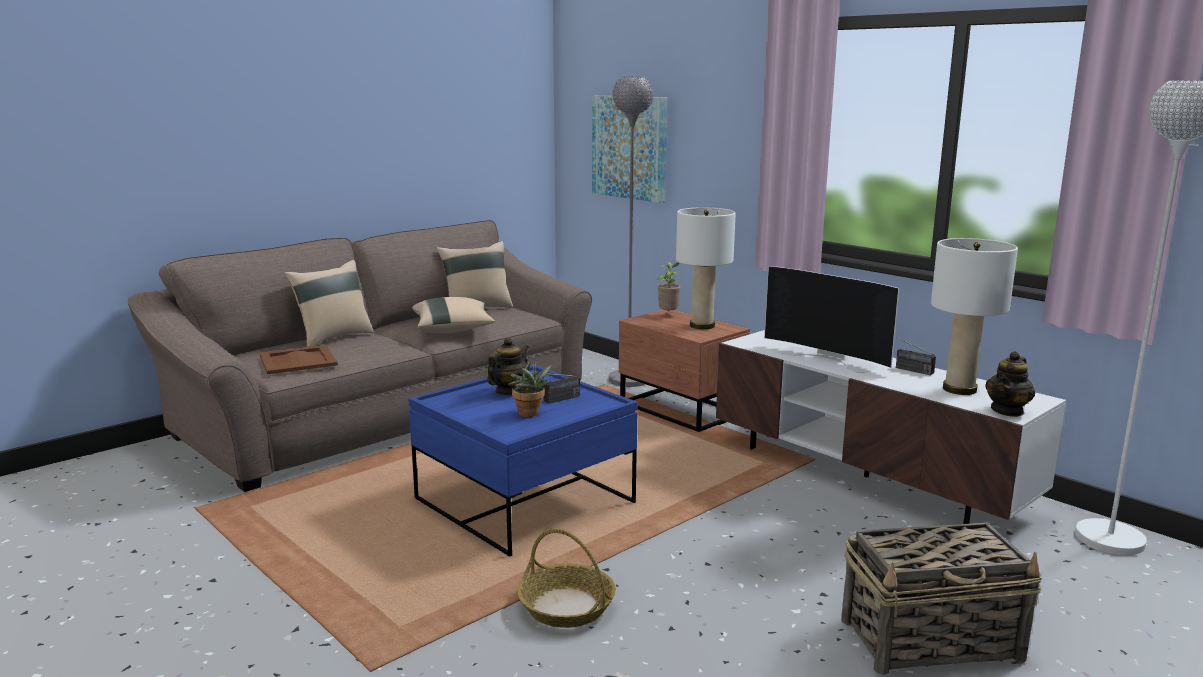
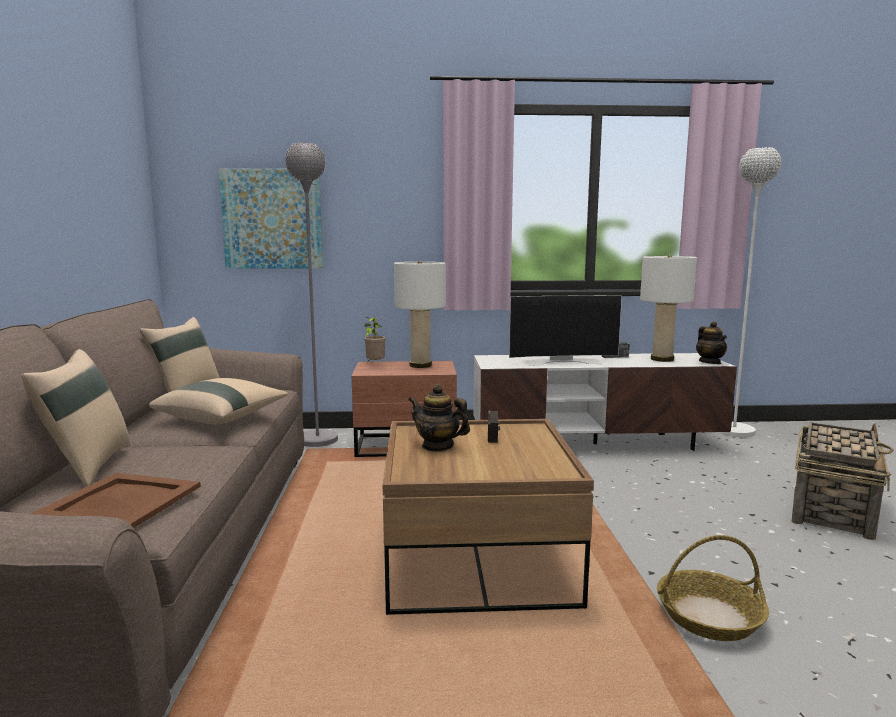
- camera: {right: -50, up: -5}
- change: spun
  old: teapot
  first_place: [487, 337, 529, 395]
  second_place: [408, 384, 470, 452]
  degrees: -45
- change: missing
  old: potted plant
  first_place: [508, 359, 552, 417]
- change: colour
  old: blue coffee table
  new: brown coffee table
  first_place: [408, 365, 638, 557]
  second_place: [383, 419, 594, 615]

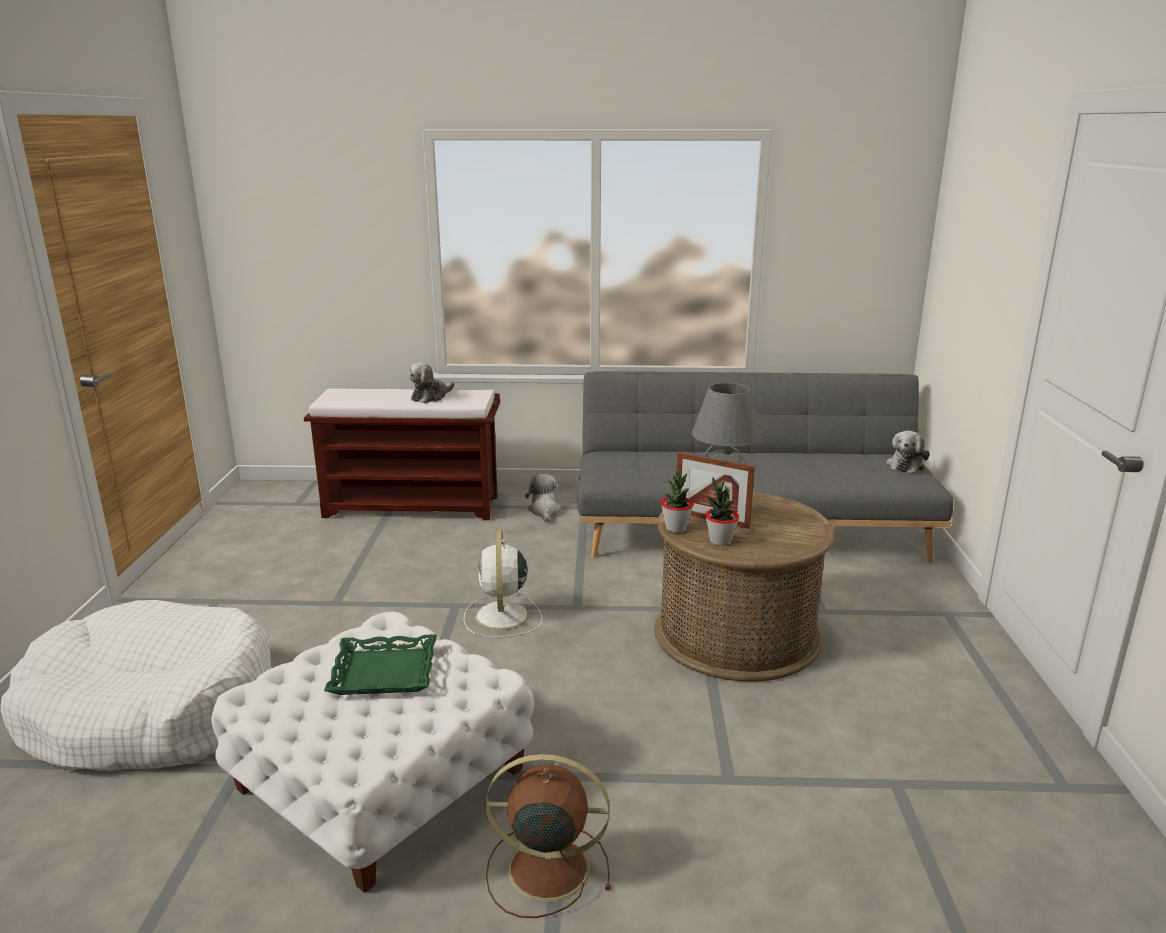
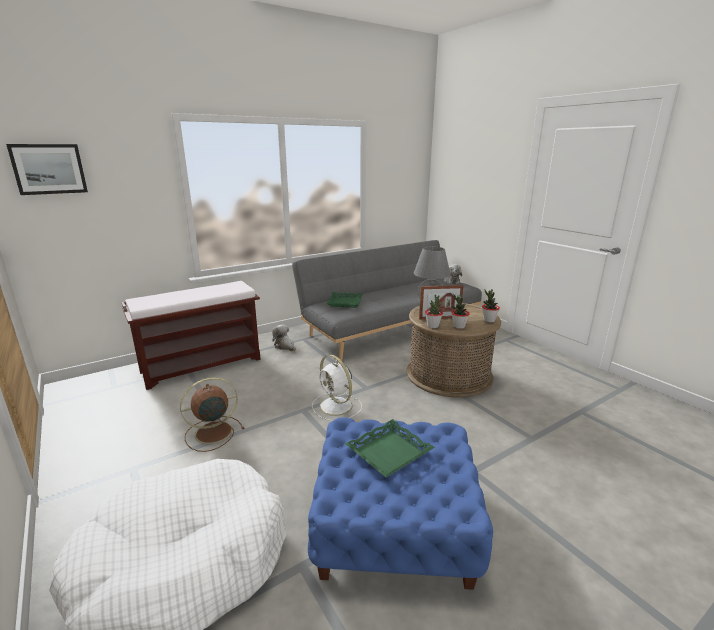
- camera: {right: -35, up: 0}
- change: missing
  old: plush toy
  first_place: [408, 362, 454, 403]
- change: colour
  old: white ottoman
  new: blue ottoman
  first_place: [211, 612, 534, 893]
  second_place: [308, 417, 493, 590]
- change: relocated
  old: brown fan
  first_place: [486, 754, 611, 918]
  second_place: [180, 377, 244, 452]
- change: appeared
  new: picture
  second_place: [6, 144, 88, 195]
- change: appeared
  new: potted plant
  second_place: [482, 289, 500, 323]
- change: appeared
  new: green tray
  second_place: [327, 292, 363, 308]

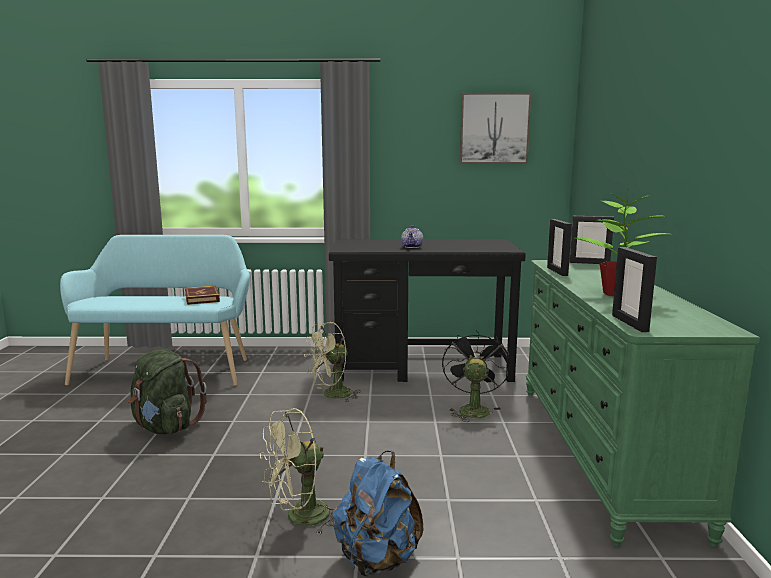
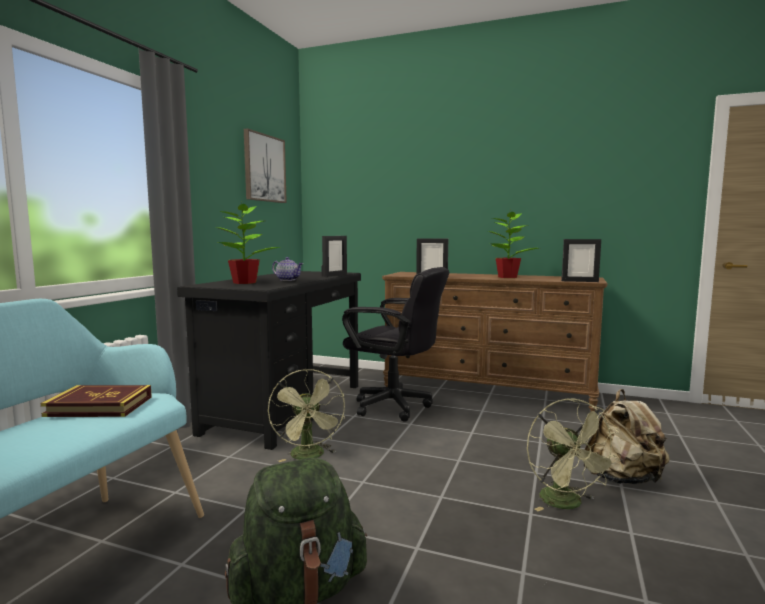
- camera: {right: -70, up: -5}
- change: relocated
  old: picture frame
  first_place: [569, 216, 614, 264]
  second_place: [321, 236, 347, 277]
- change: colour
  old: green dresser
  new: brown dresser
  first_place: [526, 260, 760, 547]
  second_place: [382, 272, 607, 412]
- change: exchanged
  old: black fan
  new: black office chair
  first_place: [442, 330, 511, 422]
  second_place: [342, 267, 449, 422]
- change: colour
  old: blue backpack
  new: beige backpack
  first_place: [333, 451, 423, 577]
  second_place: [584, 389, 670, 484]
- change: appeared
  new: potted plant
  second_place: [215, 203, 280, 284]

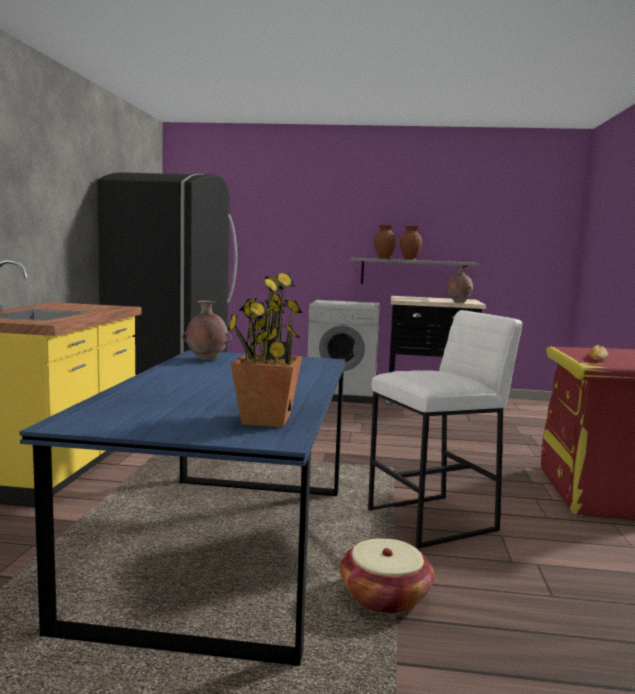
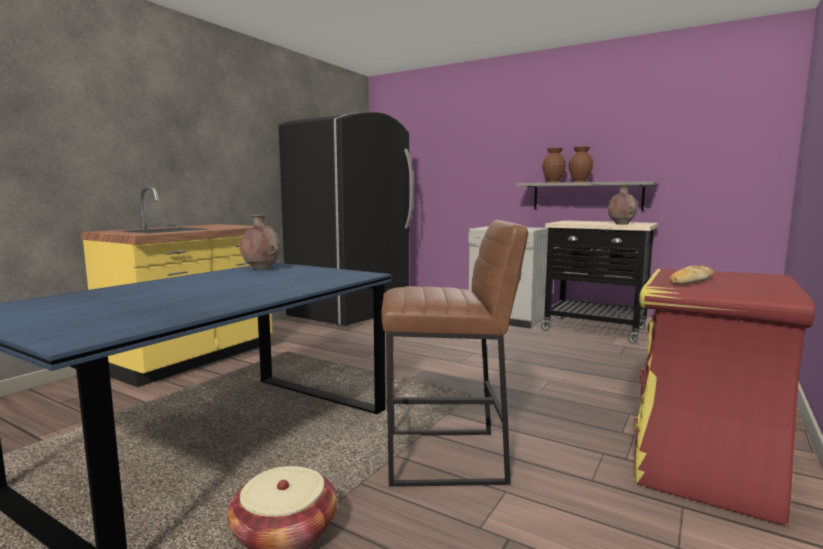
- camera: {right: 25, up: 0}
- change: missing
  old: potted plant
  first_place: [227, 273, 302, 427]
- change: colour
  old: white stool
  new: brown stool
  first_place: [368, 310, 522, 549]
  second_place: [381, 220, 528, 487]

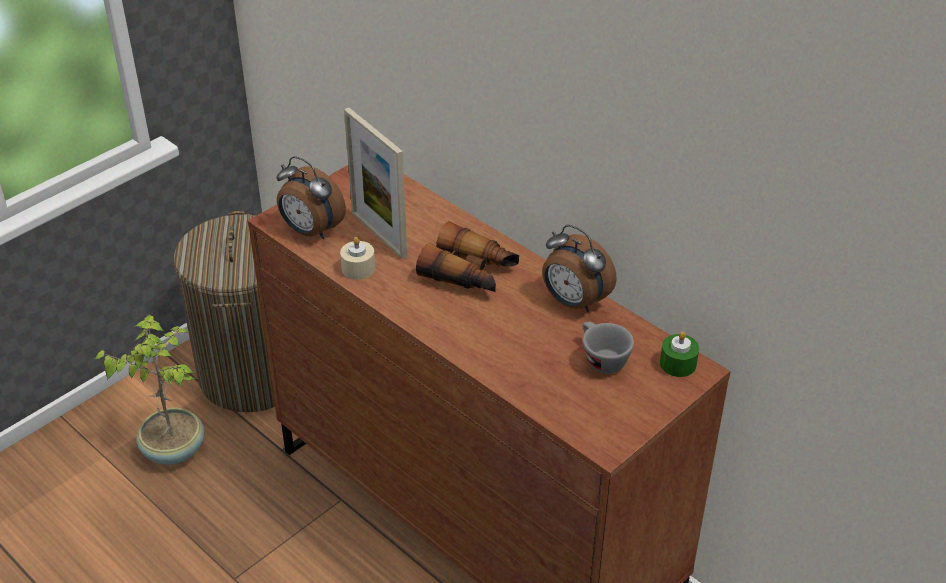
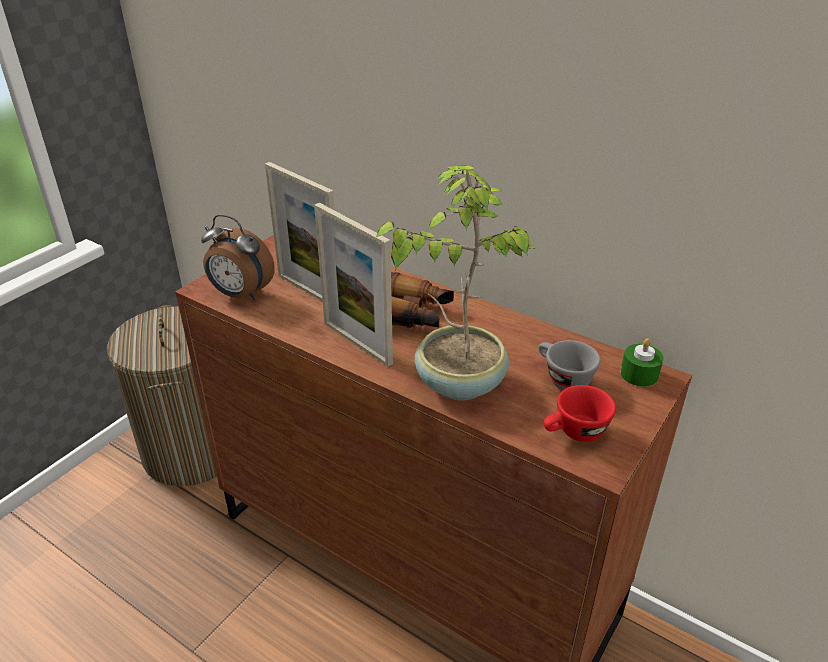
- camera: {right: -10, up: -5}
- change: missing
  old: alarm clock
  first_place: [542, 225, 617, 312]
- change: missing
  old: beige candle
  first_place: [340, 237, 375, 280]
- change: relocated
  old: potted plant
  first_place: [95, 315, 204, 464]
  second_place: [375, 165, 537, 400]
- change: appeared
  new: picture frame
  second_place: [314, 203, 393, 367]
- change: appeared
  new: red cup
  second_place: [543, 385, 616, 442]

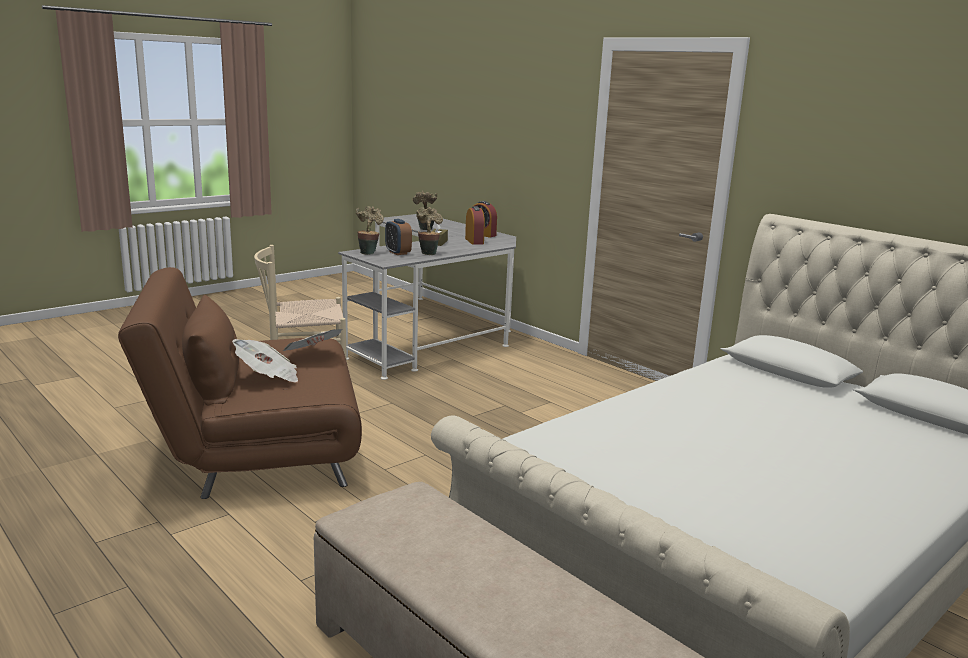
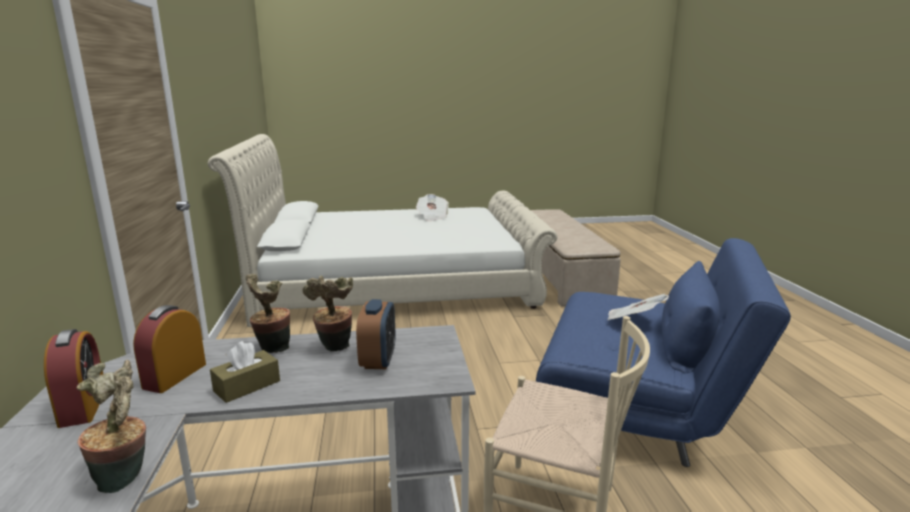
- camera: {right: -145, up: 0}
- change: relocated
  old: potted plant
  first_place: [356, 206, 384, 255]
  second_place: [246, 274, 290, 353]
- change: colour
  old: brown armchair
  new: blue armchair
  first_place: [118, 267, 362, 499]
  second_place: [536, 238, 791, 467]
- change: relocated
  old: newspaper
  first_place: [283, 329, 342, 351]
  second_place: [416, 194, 449, 221]

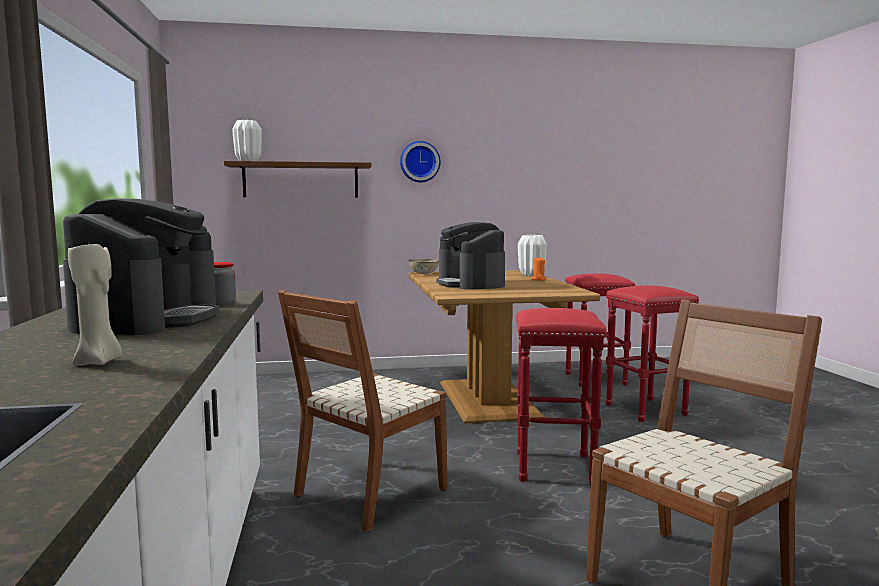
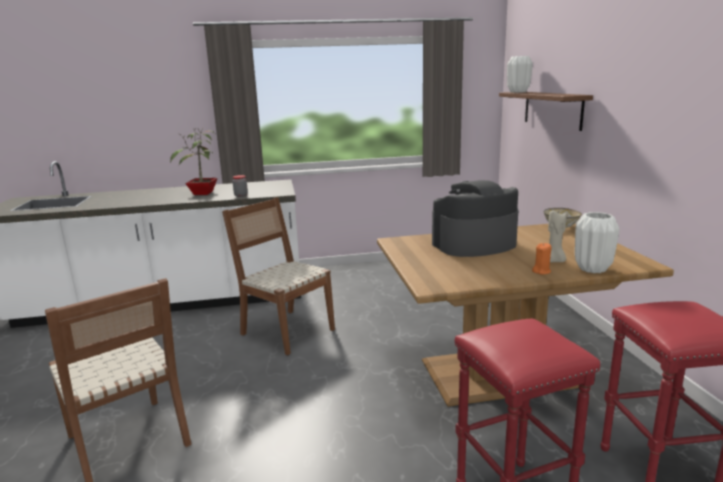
- camera: {right: 90, up: 10}
- change: missing
  old: wall clock
  first_place: [400, 141, 441, 183]
- change: exchanged
  old: coffee machine
  new: potted plant
  first_place: [63, 198, 219, 335]
  second_place: [170, 129, 217, 195]
- change: relocated
  old: beige candle
  first_place: [68, 242, 123, 366]
  second_place: [548, 209, 567, 263]
- change: missing
  old: red stool
  first_place: [516, 308, 607, 484]

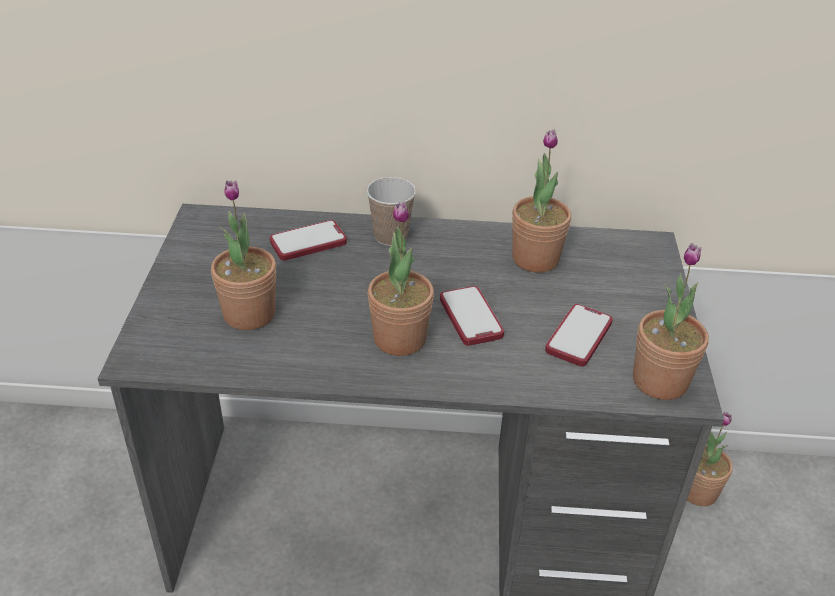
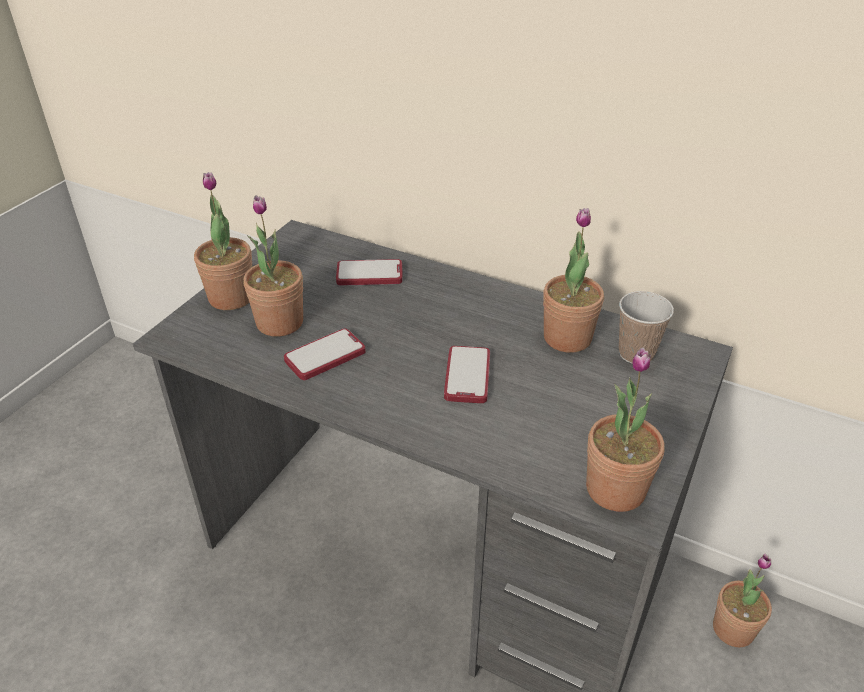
- camera: {right: 25, up: 0}
- change: relocated
  old: cup
  first_place: [366, 177, 416, 246]
  second_place: [619, 291, 674, 364]
- change: relocated
  old: potted plant
  first_place: [368, 201, 434, 356]
  second_place: [194, 172, 252, 310]
- change: relocated
  old: phone
  first_place: [545, 304, 613, 366]
  second_place: [284, 329, 366, 380]

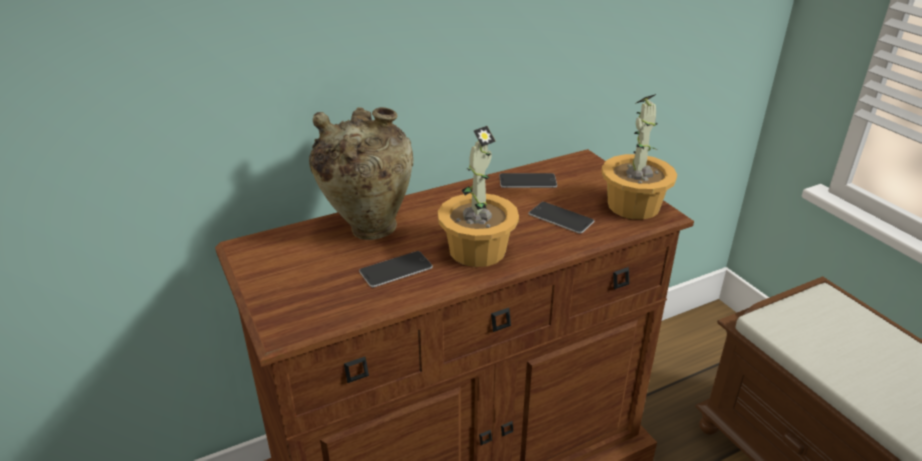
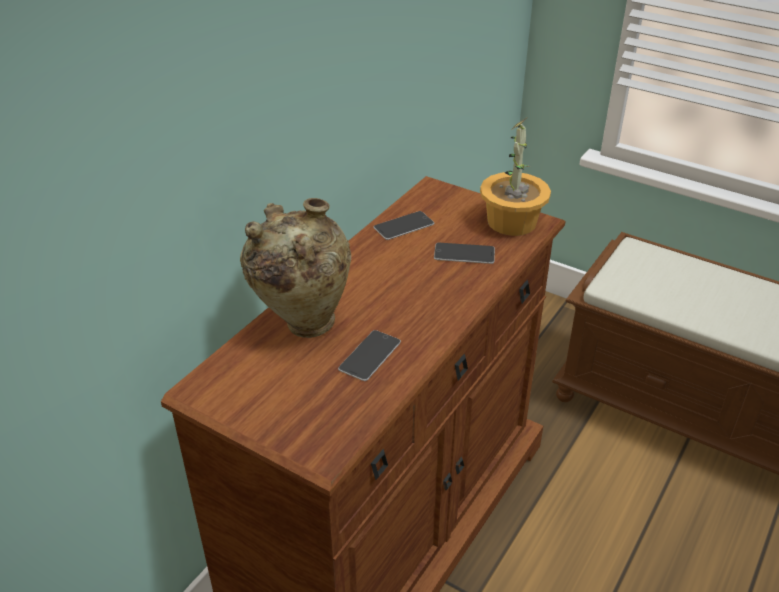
- camera: {right: -30, up: 5}
- change: missing
  old: potted plant
  first_place: [438, 126, 519, 267]

